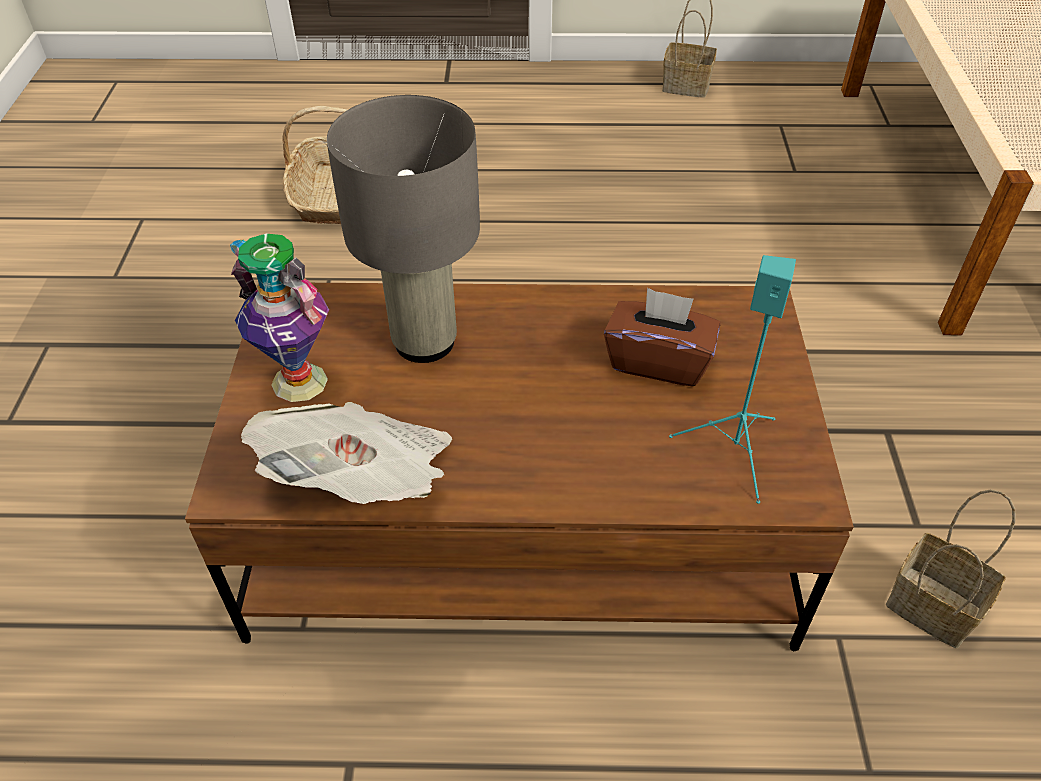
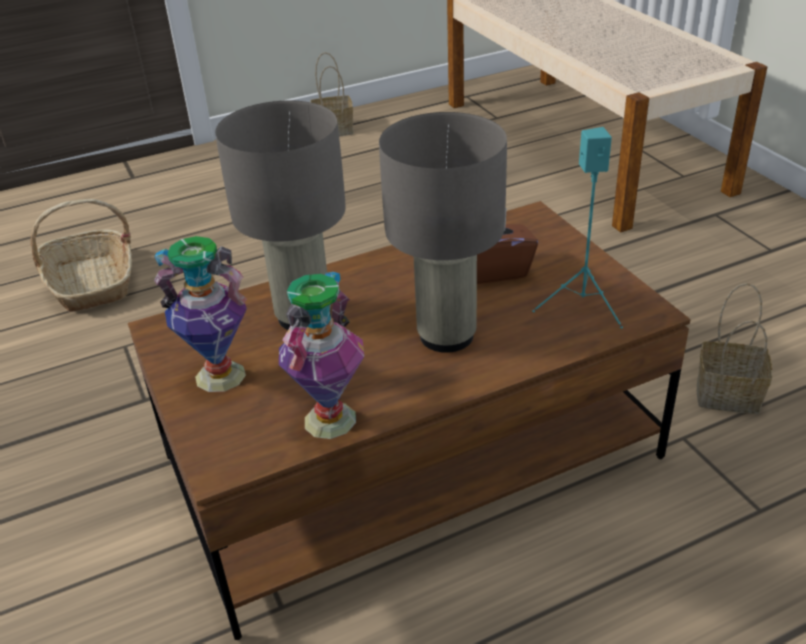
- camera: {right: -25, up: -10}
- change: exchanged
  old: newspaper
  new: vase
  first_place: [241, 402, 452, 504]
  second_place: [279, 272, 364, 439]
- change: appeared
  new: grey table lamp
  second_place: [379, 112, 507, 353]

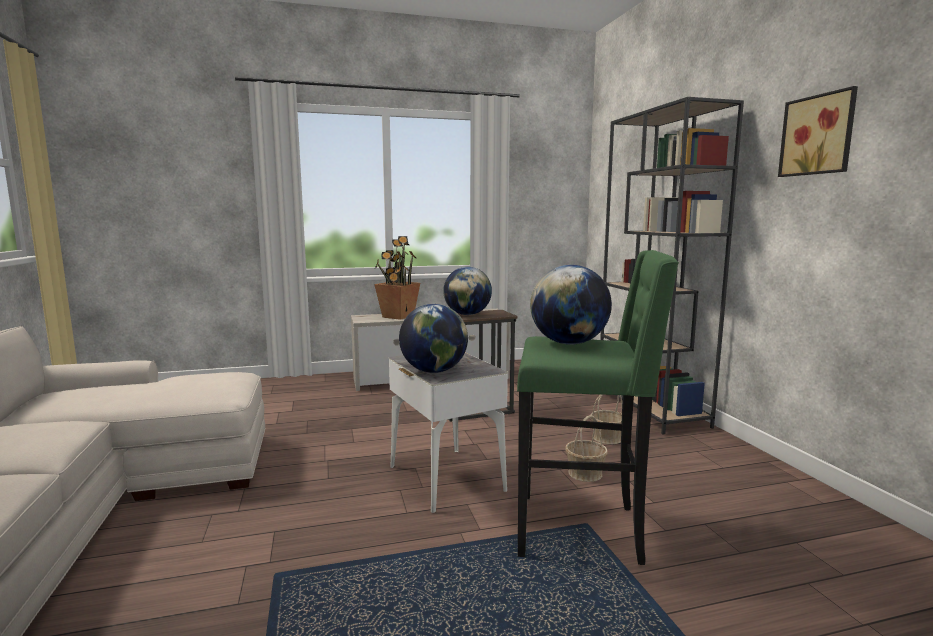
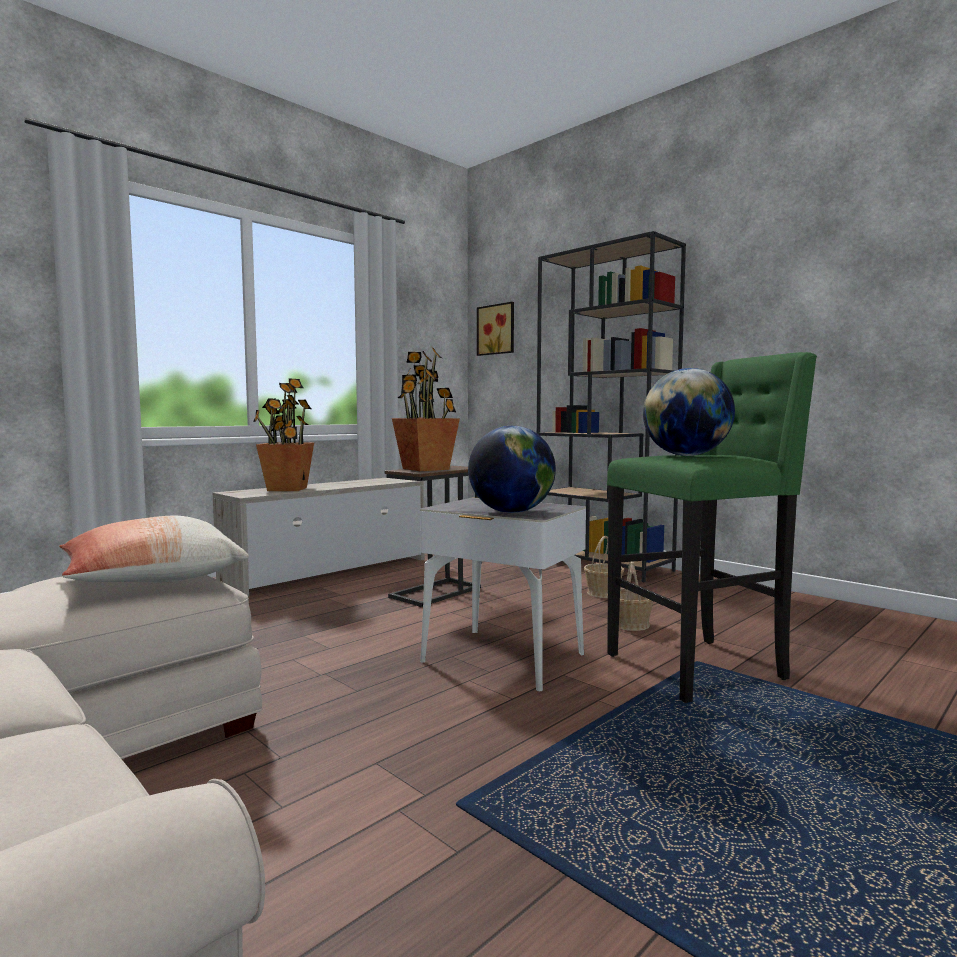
- camera: {right: -30, up: -5}
- change: relocated
  old: picture
  first_place: [778, 86, 858, 177]
  second_place: [477, 302, 514, 356]
- change: exchanged
  old: globe
  new: potted plant
  first_place: [443, 267, 492, 315]
  second_place: [392, 348, 460, 471]
- change: appeared
  new: pillow
  second_place: [59, 516, 249, 582]

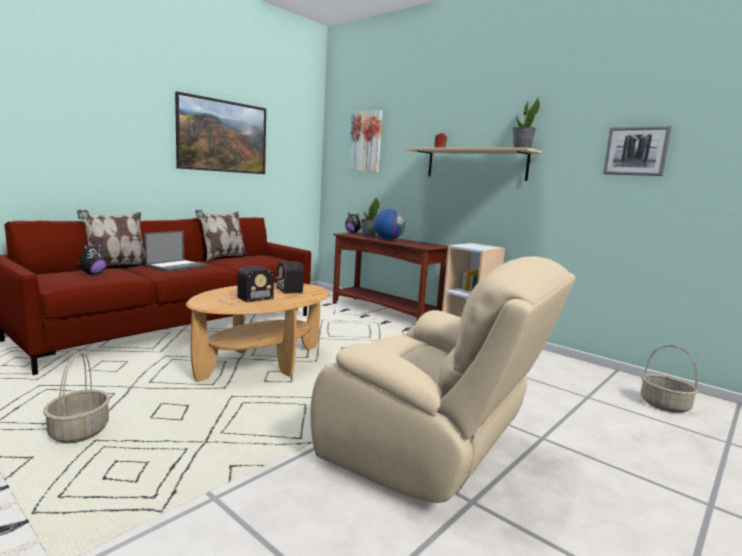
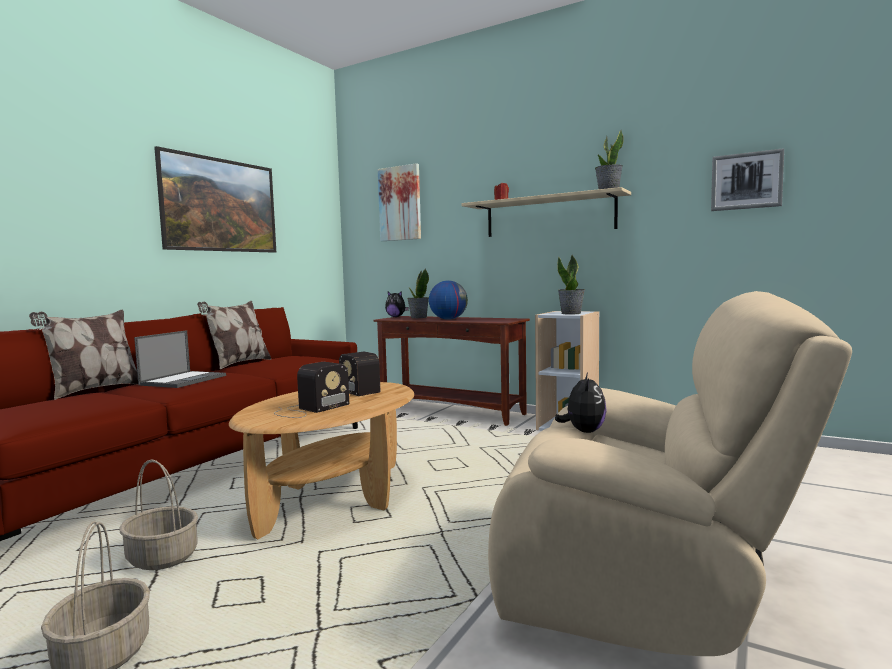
- camera: {right: -10, up: -5}
- change: relocated
  old: plush toy
  first_place: [76, 242, 107, 275]
  second_place: [555, 373, 607, 433]
- change: relocated
  old: basket
  first_place: [641, 345, 698, 413]
  second_place: [119, 459, 198, 570]
- change: appeared
  new: potted plant
  second_place: [557, 255, 585, 314]

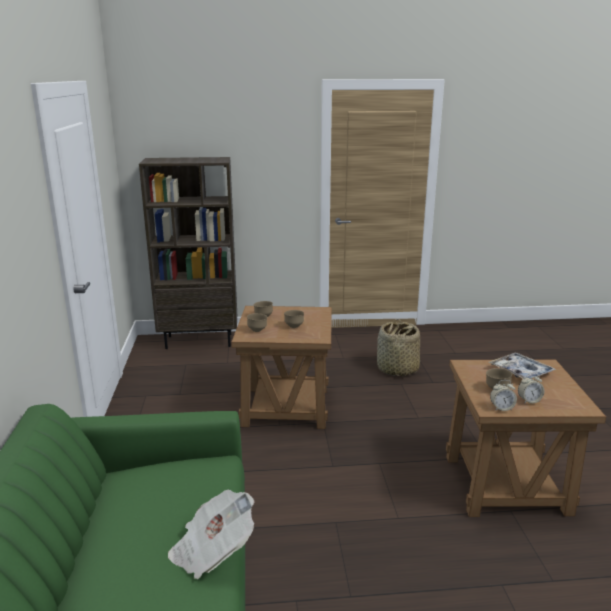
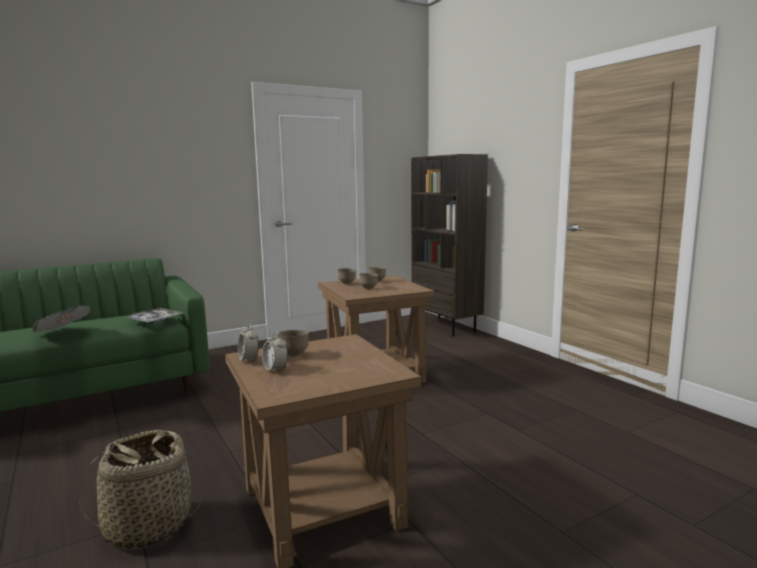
- camera: {right: 65, up: -10}
- change: relocated
  old: basket
  first_place: [377, 319, 420, 376]
  second_place: [78, 430, 202, 550]
- change: relocated
  old: tray
  first_place: [488, 353, 556, 379]
  second_place: [125, 308, 183, 323]

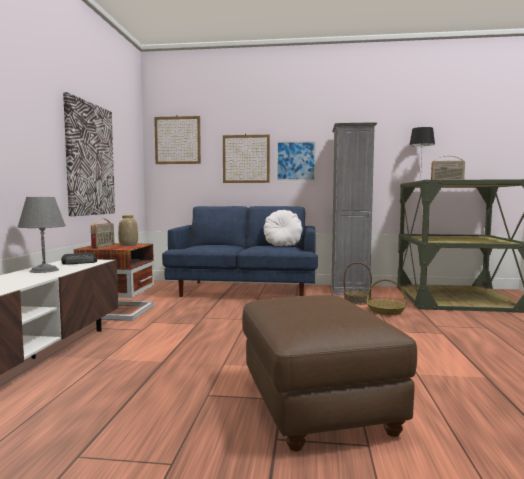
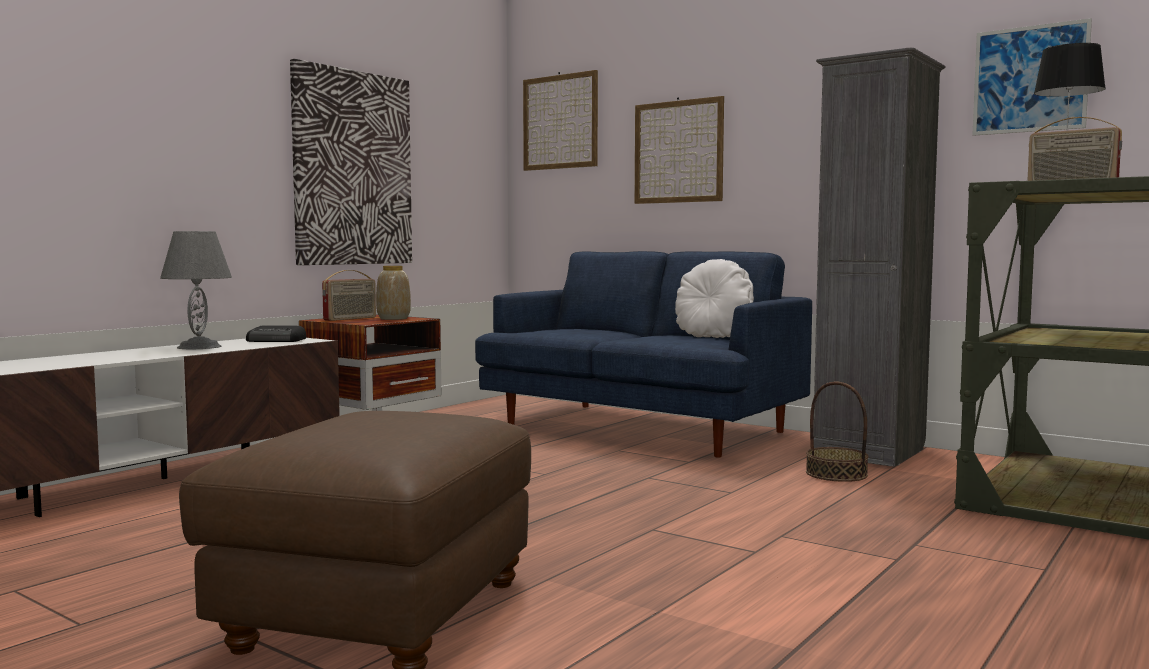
- camera: {right: 30, up: 0}
- change: relocated
  old: picture
  first_place: [276, 141, 316, 181]
  second_place: [973, 18, 1092, 136]
- change: missing
  old: basket
  first_place: [367, 279, 407, 315]

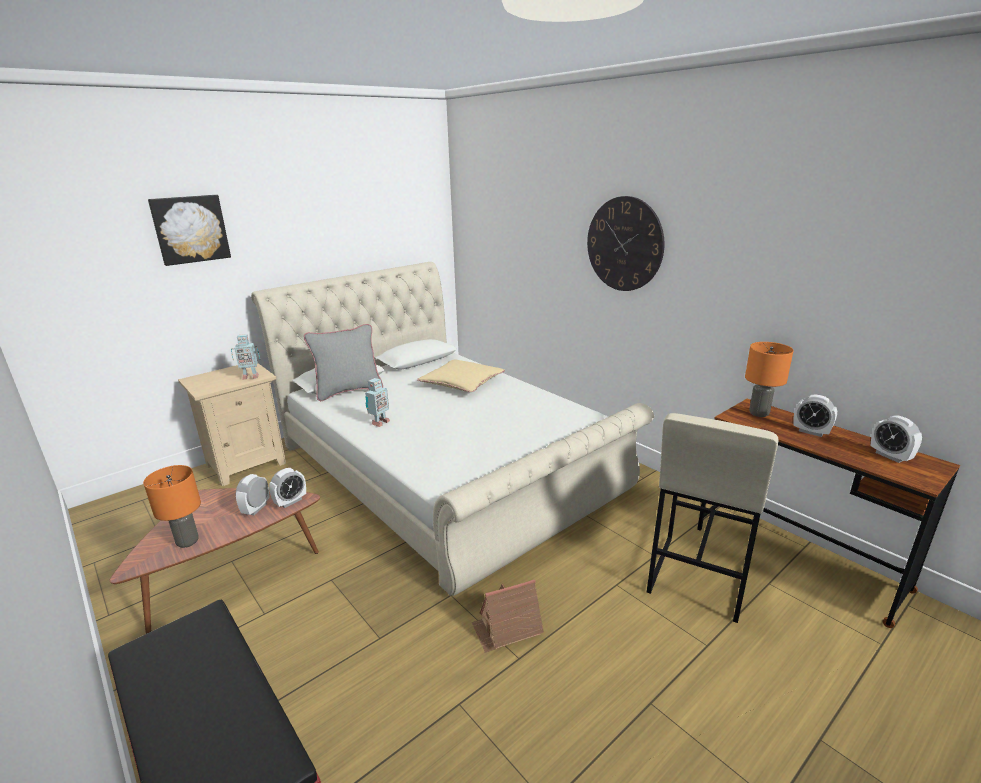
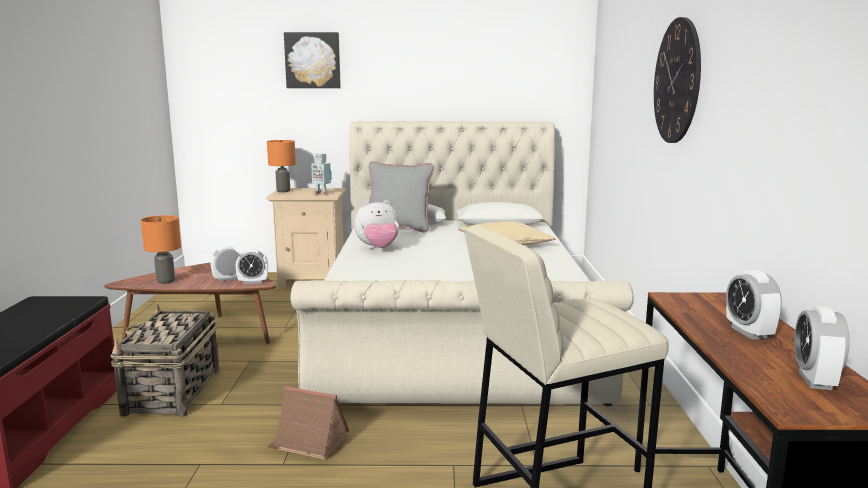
- camera: {right: 40, up: -10}
- change: relocated
  old: orange table lamp
  first_place: [745, 342, 794, 417]
  second_place: [267, 140, 296, 192]
- change: exchanged
  old: toy robot
  new: plush toy
  first_place: [365, 378, 390, 427]
  second_place: [354, 200, 399, 249]
- change: appeared
  new: basket
  second_place: [111, 305, 220, 417]

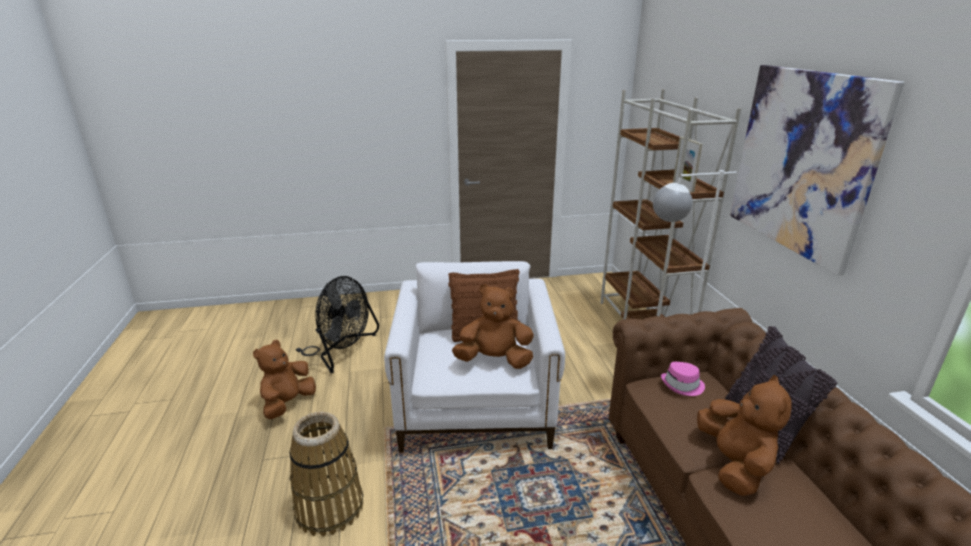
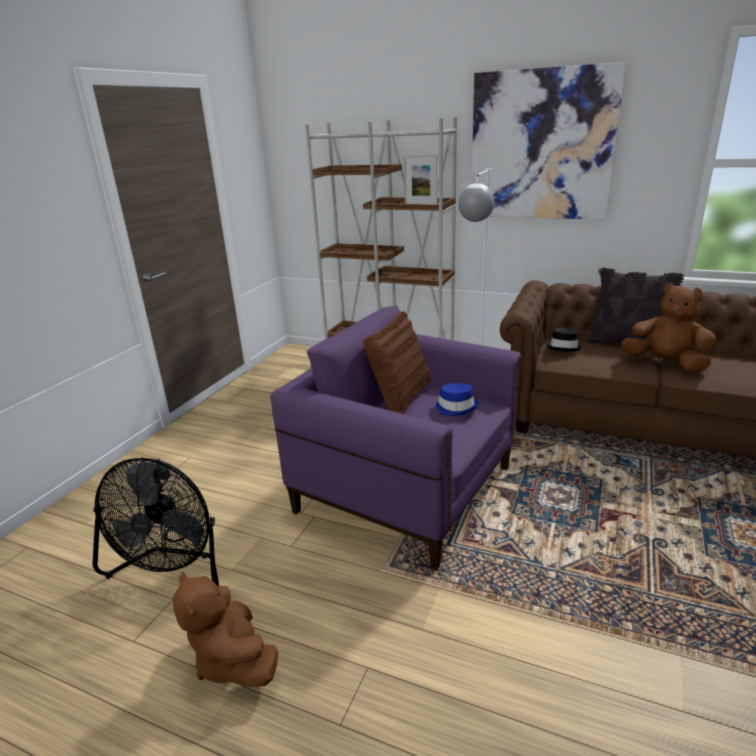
- camera: {right: -55, up: 0}
- change: colour
  old: white armchair
  new: purple armchair
  first_place: [384, 261, 565, 453]
  second_place: [271, 306, 522, 570]
- change: spun
  old: black fan
  first_place: [296, 276, 379, 373]
  second_place: [93, 457, 219, 586]
  degrees: 135
- change: exchanged
  old: brown plush toy
  new: blue hat
  first_place: [452, 284, 534, 369]
  second_place: [435, 383, 479, 416]
- change: colour
  old: pink hat
  new: black hat
  first_place: [661, 362, 705, 396]
  second_place: [546, 328, 582, 352]
- change: missing
  old: basket
  first_place: [289, 412, 363, 537]

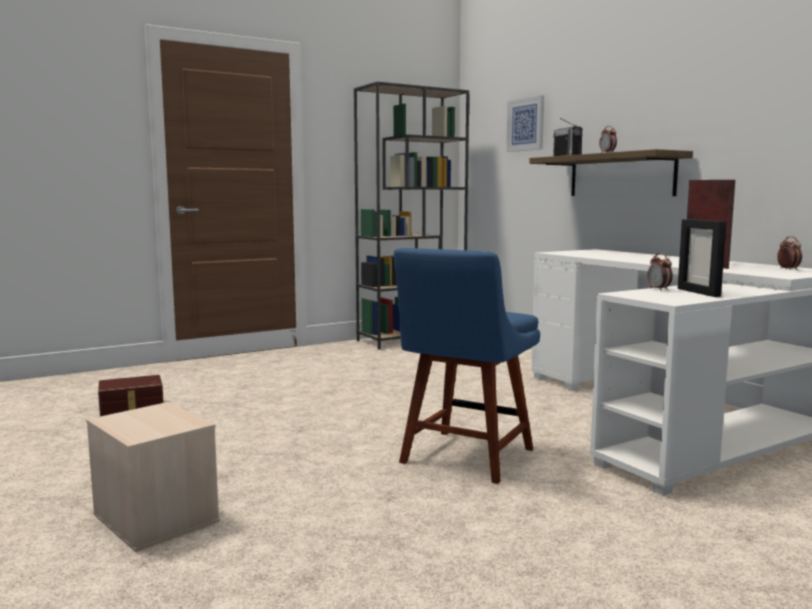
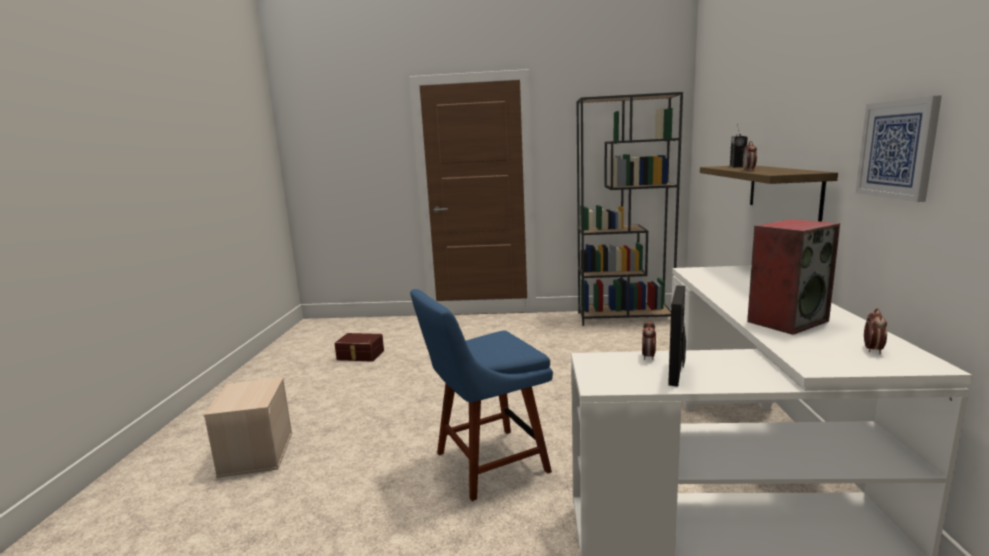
- camera: {right: 35, up: 5}
- change: relocated
  old: picture
  first_place: [506, 95, 544, 152]
  second_place: [856, 95, 942, 202]

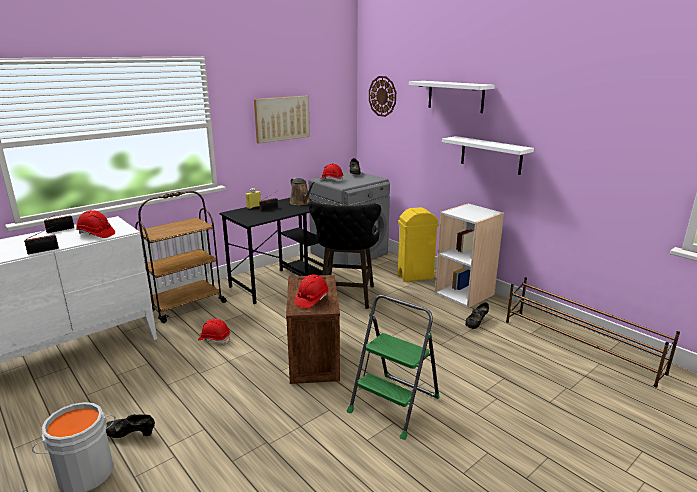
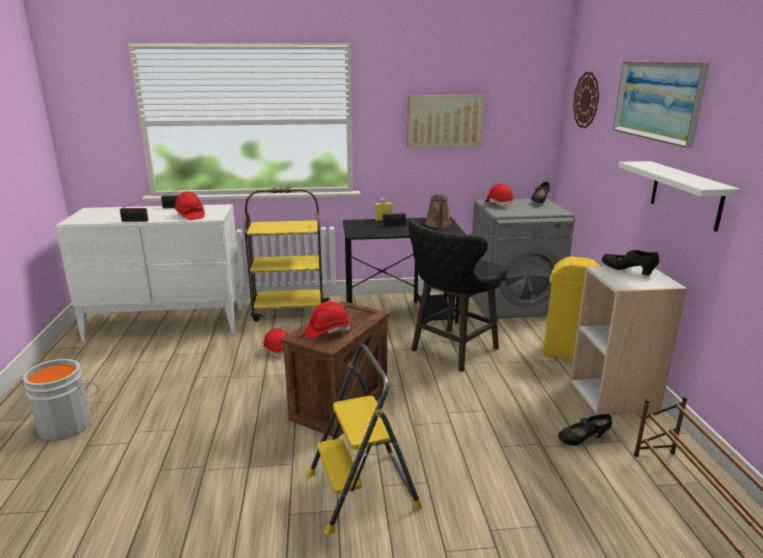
- camera: {right: 35, up: 0}
- change: exchanged
  old: white shelf
  new: picture
  first_place: [409, 81, 495, 113]
  second_place: [613, 62, 710, 148]
- change: colour
  old: brown cart
  new: yellow cart
  first_place: [135, 191, 227, 323]
  second_place: [244, 188, 330, 322]
- change: colour
  old: green step ladder
  new: yellow step ladder
  first_place: [347, 295, 440, 440]
  second_place: [306, 344, 422, 535]
- change: relocated
  old: black shoe
  first_place: [106, 414, 155, 438]
  second_place: [601, 250, 659, 275]

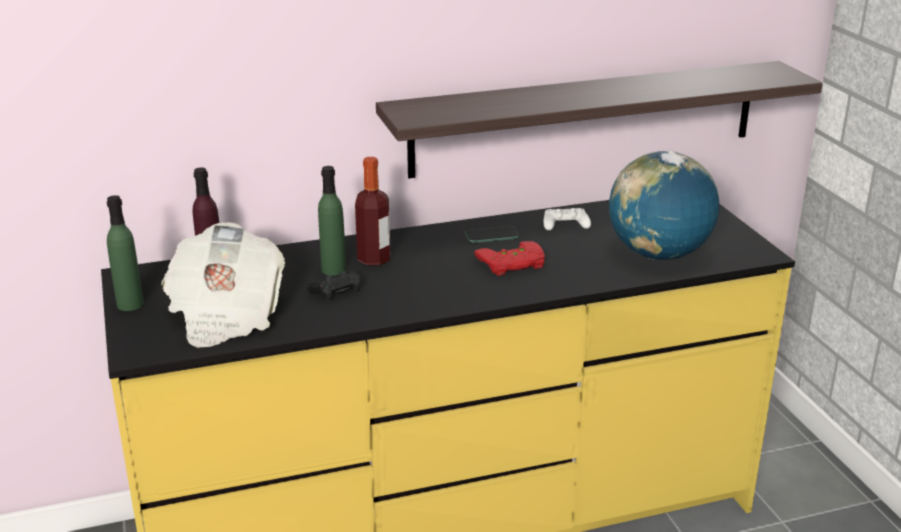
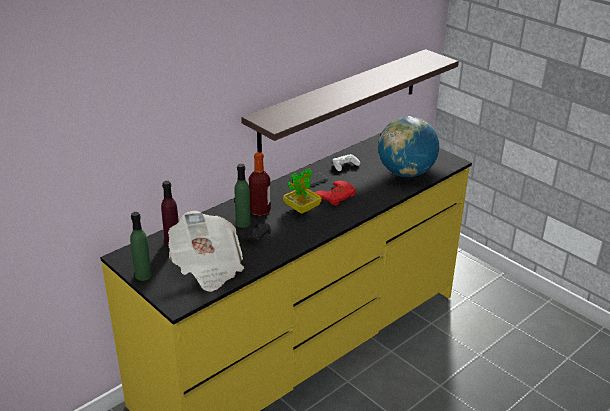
- camera: {right: -25, up: 5}
- change: appeared
  new: potted plant
  second_place: [283, 168, 321, 214]

